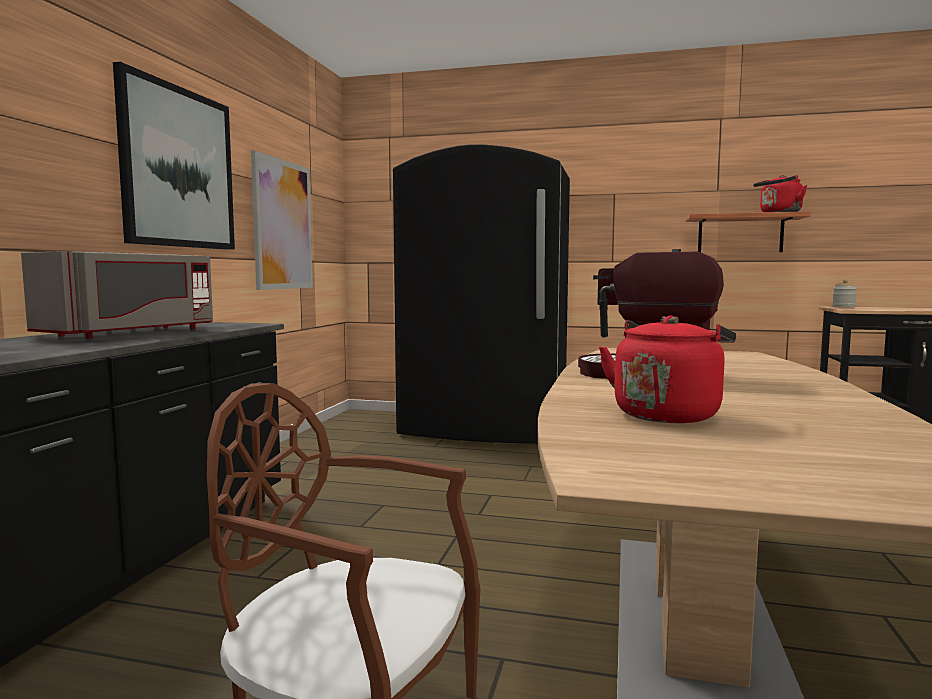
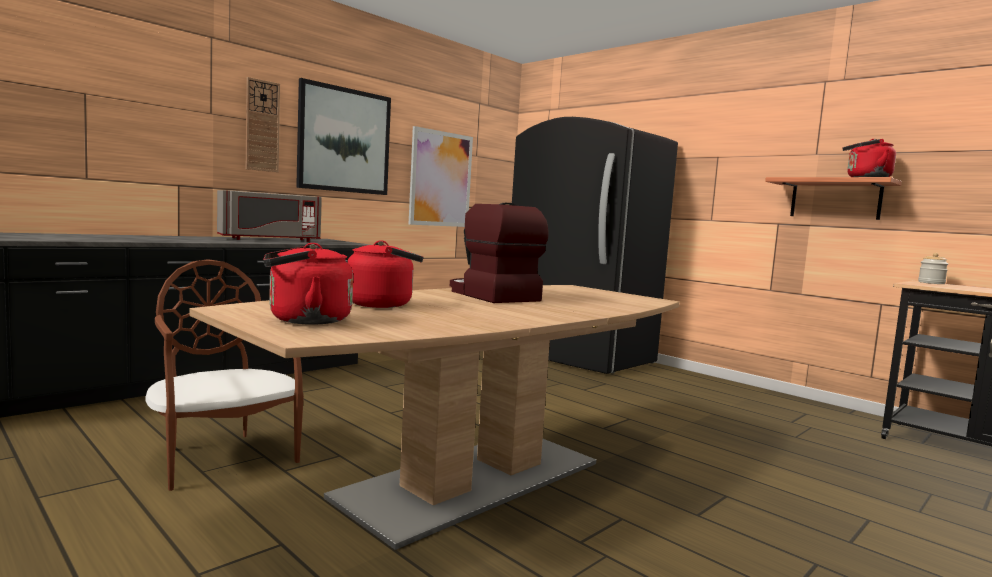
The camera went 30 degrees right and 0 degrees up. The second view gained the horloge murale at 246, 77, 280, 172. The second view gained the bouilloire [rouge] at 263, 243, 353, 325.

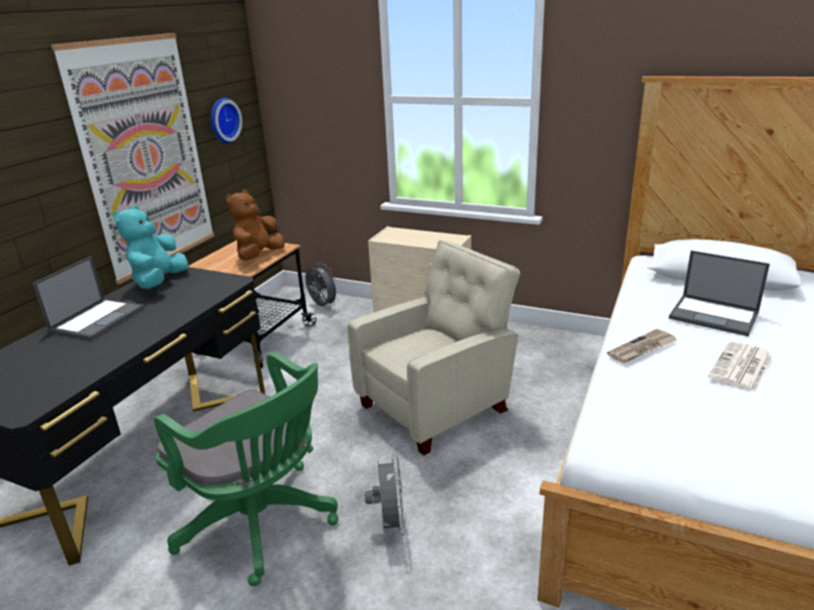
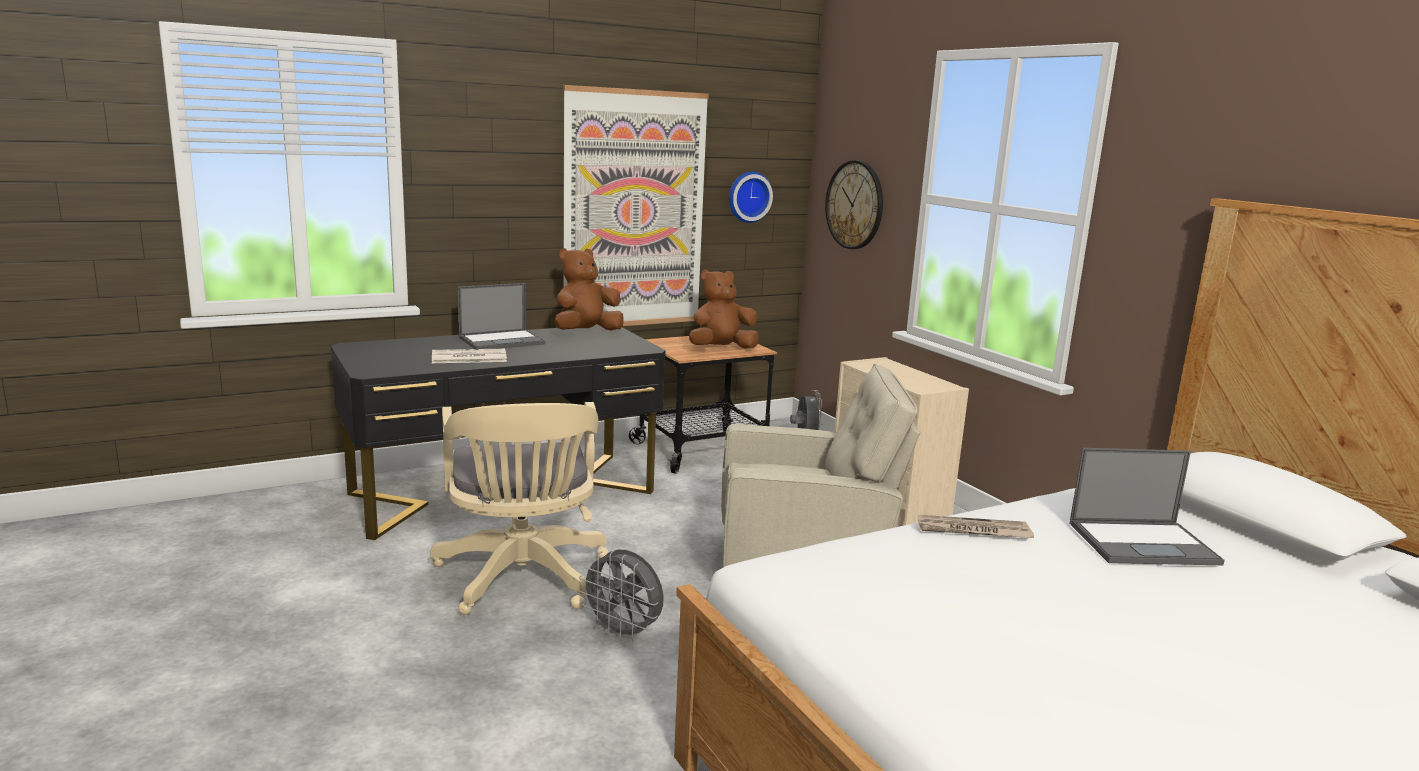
The camera went 35 degrees right and 10 degrees down. What was the chaise de bureau [vert] at 154, 352, 338, 586 turned into the chaise de bureau [beige] at 430, 402, 609, 615. The journal ended up elsewhere, having gone from 708, 341, 772, 392 to 432, 349, 507, 363. What was the peluche [turquoise] at 113, 205, 189, 289 turned into the peluche [marron] at 554, 248, 623, 331. The ventilateur [gris] at 365, 454, 405, 535 ended up facing another way, 90 degrees clockwise from before. The second view gained the horloge murale at 825, 160, 883, 249. The ordinateur portable at 669, 250, 770, 336 ended up facing another way, 75 degrees counterclockwise from before.

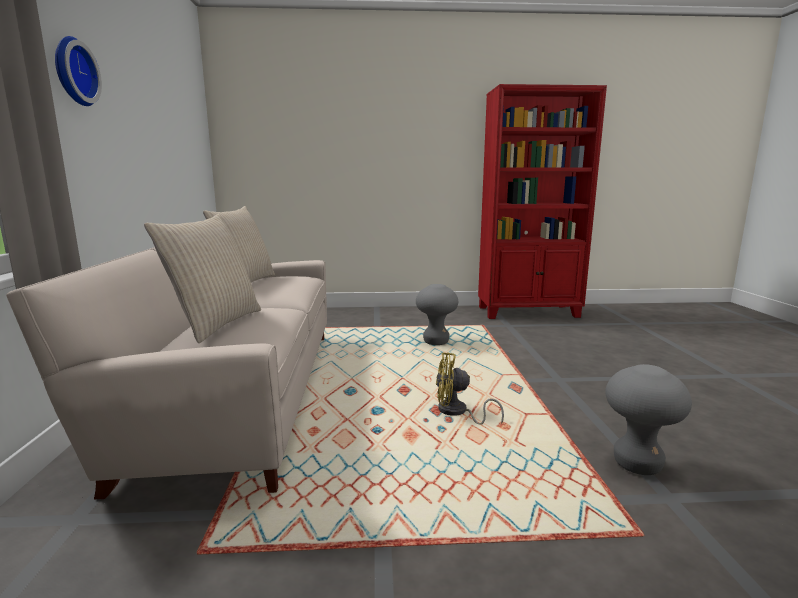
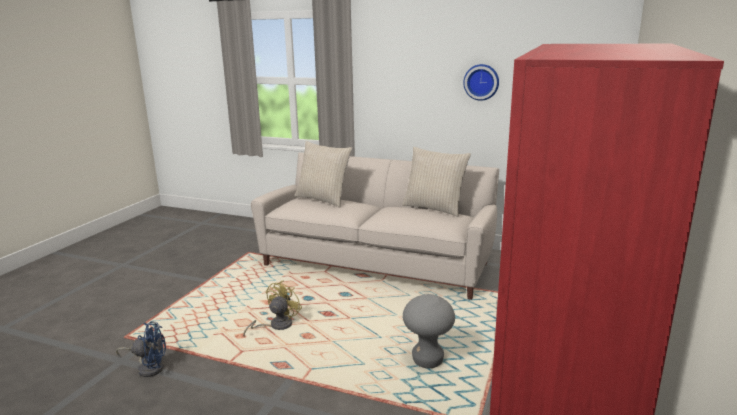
The camera went 115 degrees right and 5 degrees up. Where the tabouret [gris] stood at 605, 364, 692, 475, the ventilateur [bleu] came to stand at 116, 321, 166, 377. The horloge murale ended up elsewhere, having gone from 55, 36, 102, 106 to 463, 64, 499, 101.

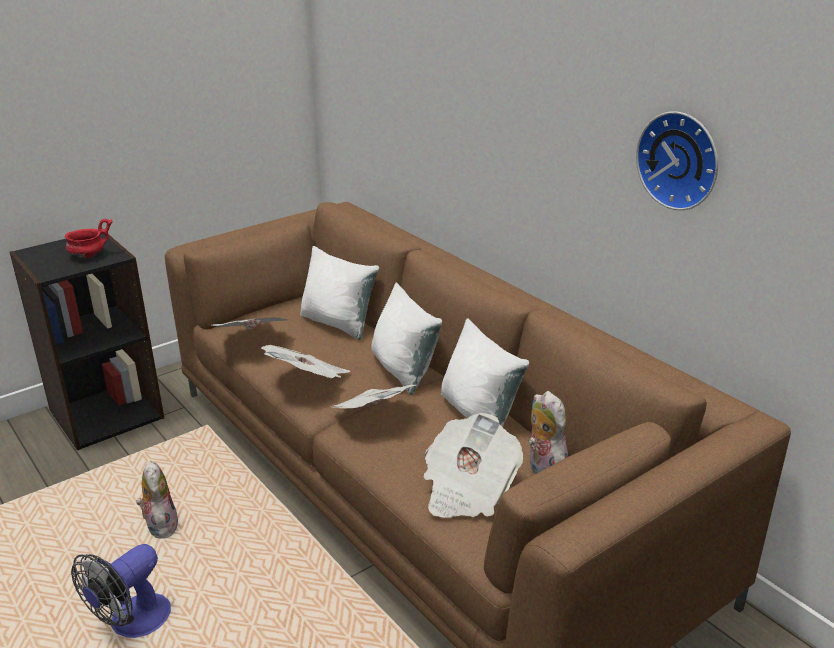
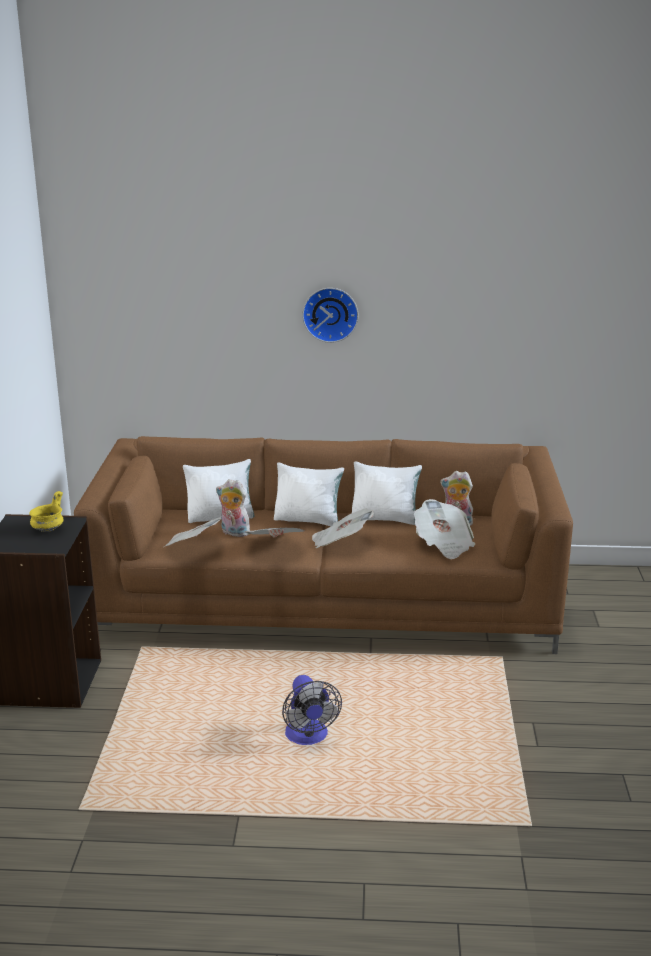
The camera went 50 degrees left and 5 degrees down. What was the bol [rouge] at 65, 219, 113, 258 turned into the bol [jaune] at 29, 491, 63, 532. The peluche ended up elsewhere, having gone from 136, 461, 178, 539 to 216, 479, 250, 537. The horloge murale ended up elsewhere, having gone from 636, 111, 718, 210 to 302, 288, 359, 343.

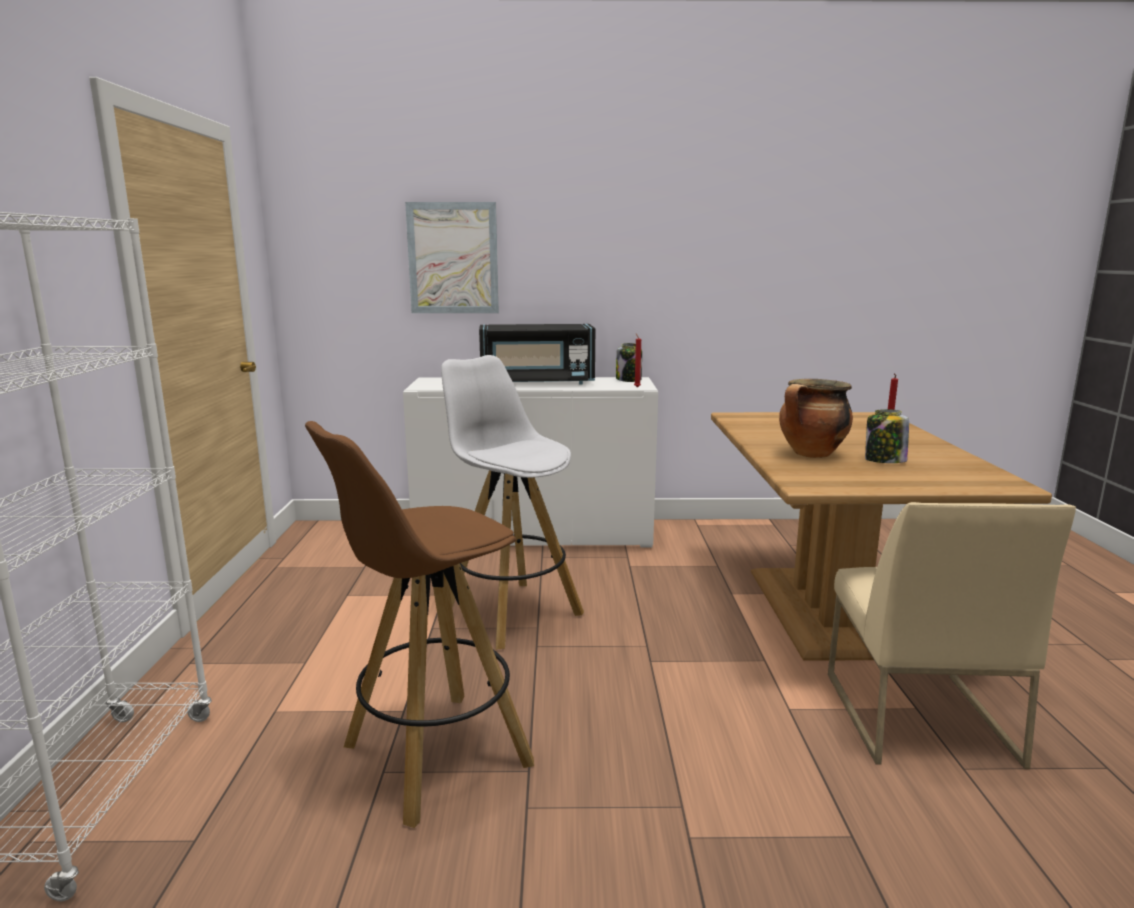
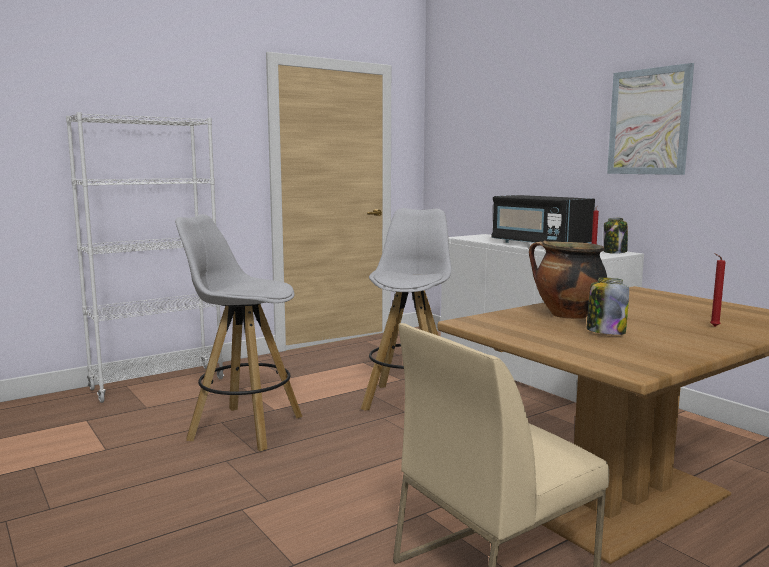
The camera went 55 degrees right and 5 degrees down. What was the tabouret [marron] at 305, 421, 534, 828 turned into the tabouret [blanc] at 175, 214, 303, 451. The tableau ended up elsewhere, having gone from 405, 202, 499, 313 to 607, 63, 694, 175.

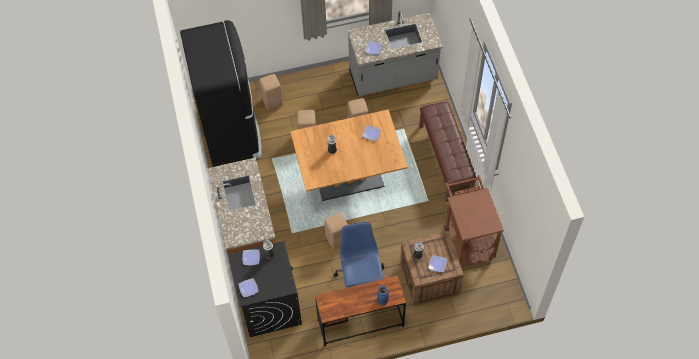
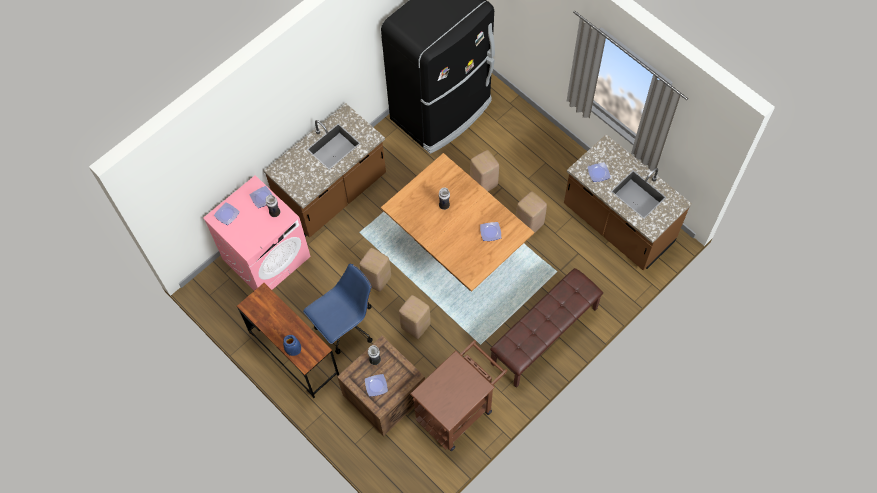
The camera went 60 degrees right and 5 degrees up. What was the lave-linge [noir] at 228, 241, 302, 337 turned into the lave-linge [rose] at 203, 175, 311, 291. The tabouret [beige] ended up elsewhere, having gone from 259, 74, 283, 110 to 399, 295, 431, 339. What was the comptoir de cuisine [gris] at 347, 11, 443, 96 turned into the comptoir de cuisine [marron] at 564, 134, 692, 270.

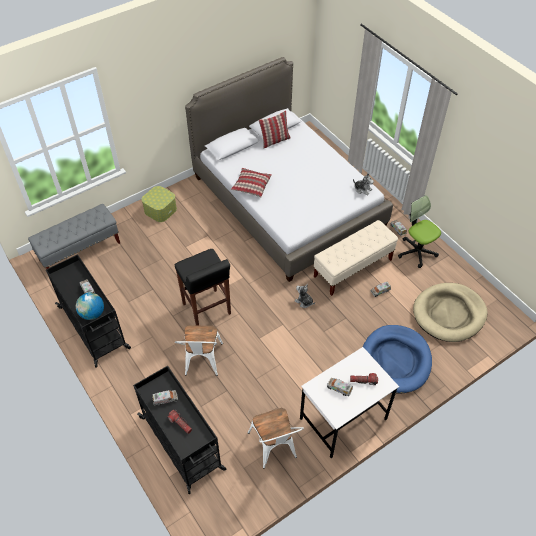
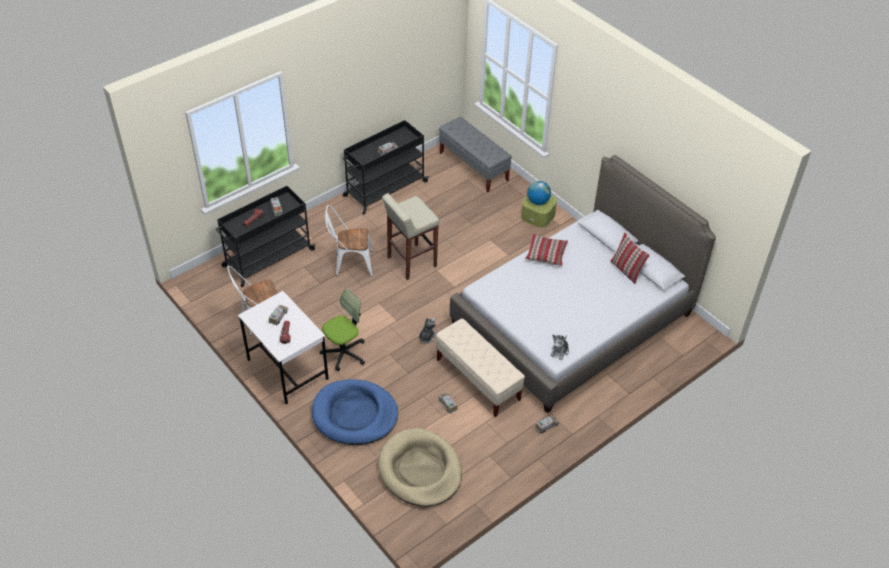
The camera went 85 degrees right and 5 degrees down. The chaise de bureau ended up elsewhere, having gone from 398, 195, 441, 268 to 320, 289, 365, 371. What was the tabouret [noir] at 175, 249, 231, 326 turned into the tabouret [beige] at 382, 193, 439, 280. The globe ended up elsewhere, having gone from 76, 293, 104, 320 to 527, 181, 551, 205.

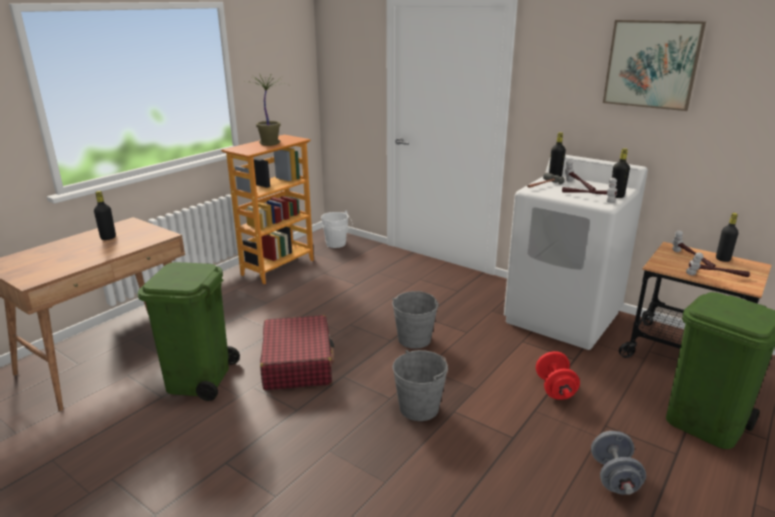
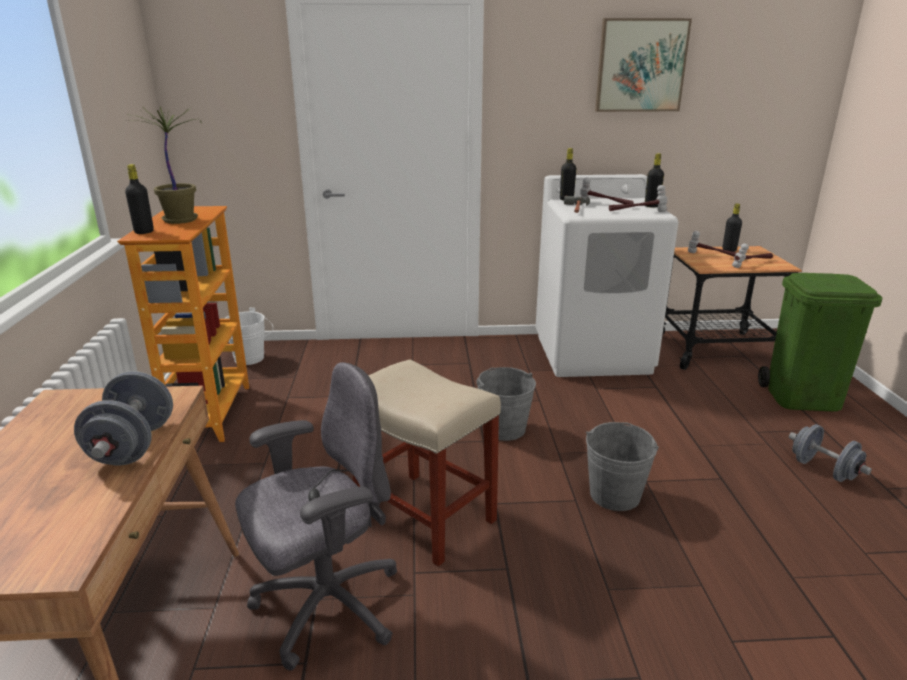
The camera went 40 degrees left and 0 degrees up. The second view gained the haltère [gris] at 74, 371, 173, 465. The bouteille [noir] ended up elsewhere, having gone from 94, 191, 116, 240 to 125, 164, 154, 234. Where the poubelle [vert] stood at 137, 262, 240, 401, the chaise de bureau [gris] came to stand at 235, 362, 397, 671. Where the valise [rouge] stood at 260, 315, 334, 390, the tabouret [beige] came to stand at 353, 359, 501, 567. The second view lost the haltère [rouge] at 536, 351, 580, 400.

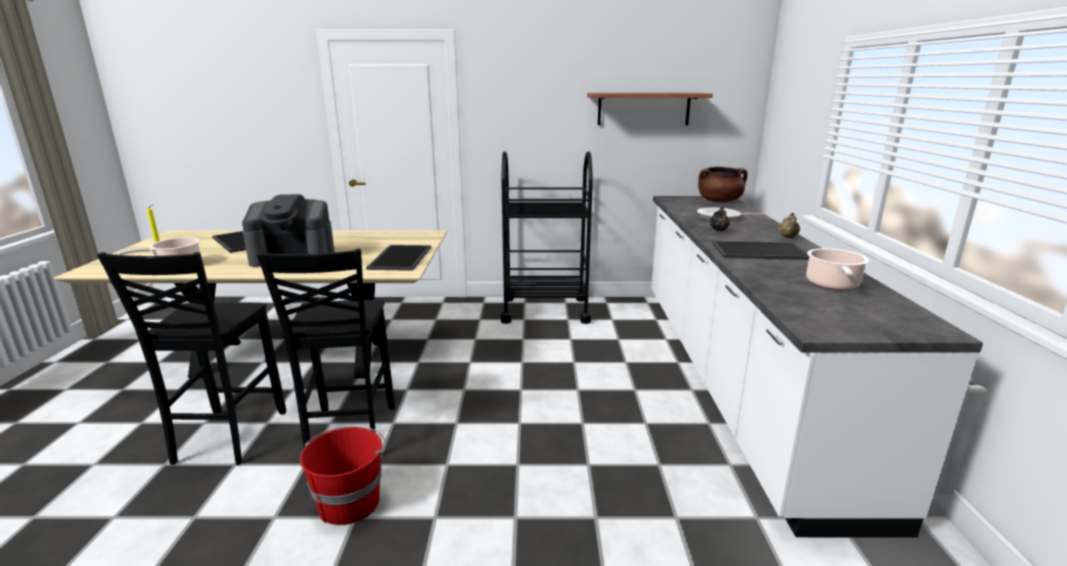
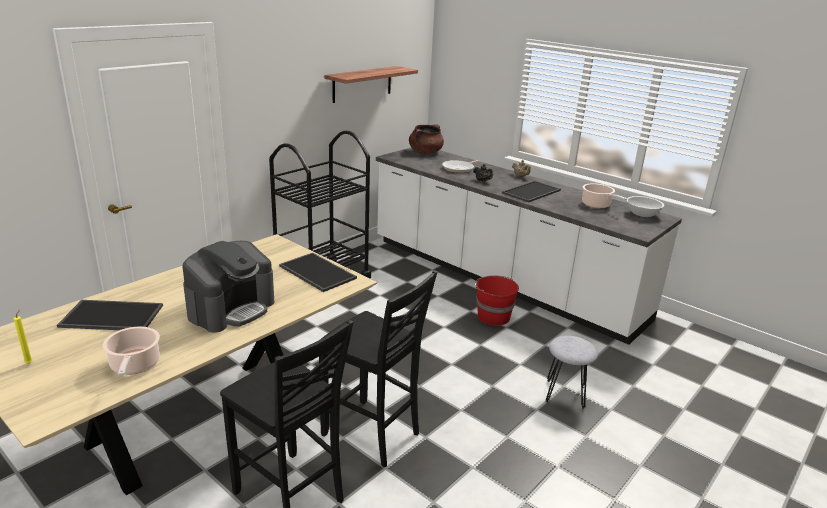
The camera went 50 degrees left and 5 degrees up. The seau [rouge] ended up elsewhere, having gone from 300, 426, 385, 525 to 474, 276, 519, 326. The second view gained the tabouret [gris] at 545, 336, 598, 409. The second view gained the bol [blanc] at 627, 196, 664, 217.

